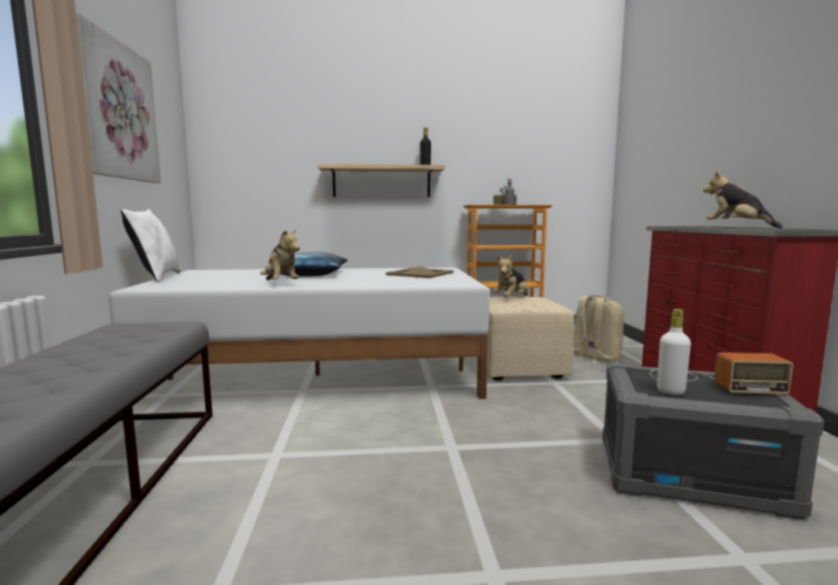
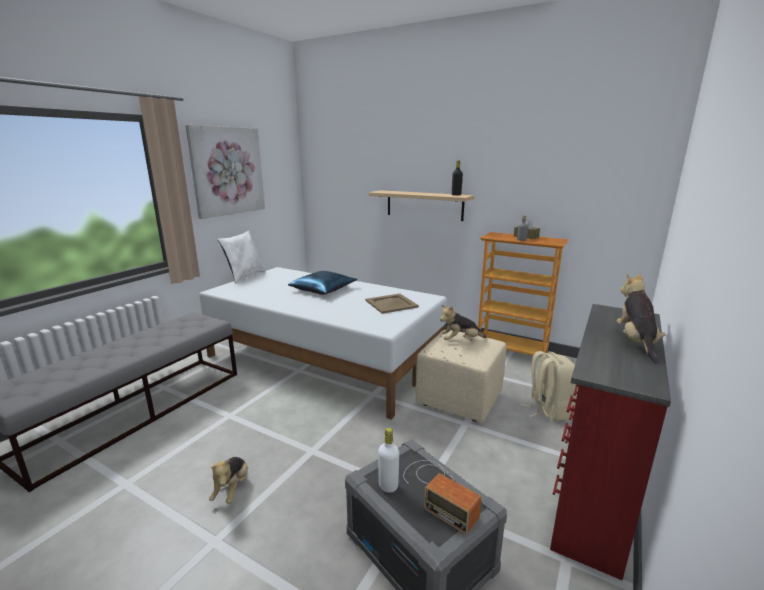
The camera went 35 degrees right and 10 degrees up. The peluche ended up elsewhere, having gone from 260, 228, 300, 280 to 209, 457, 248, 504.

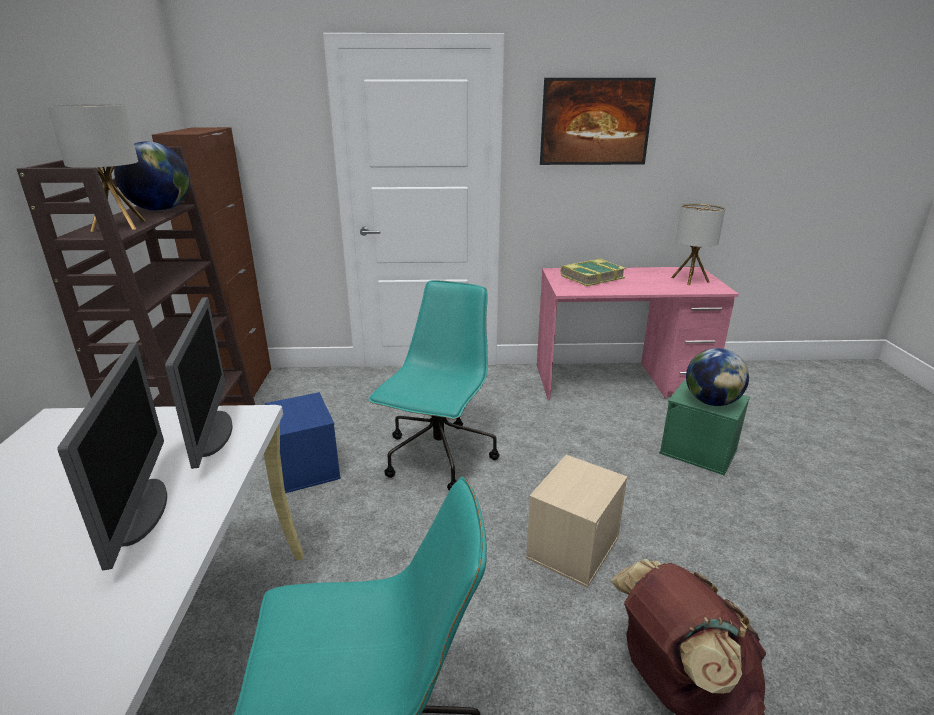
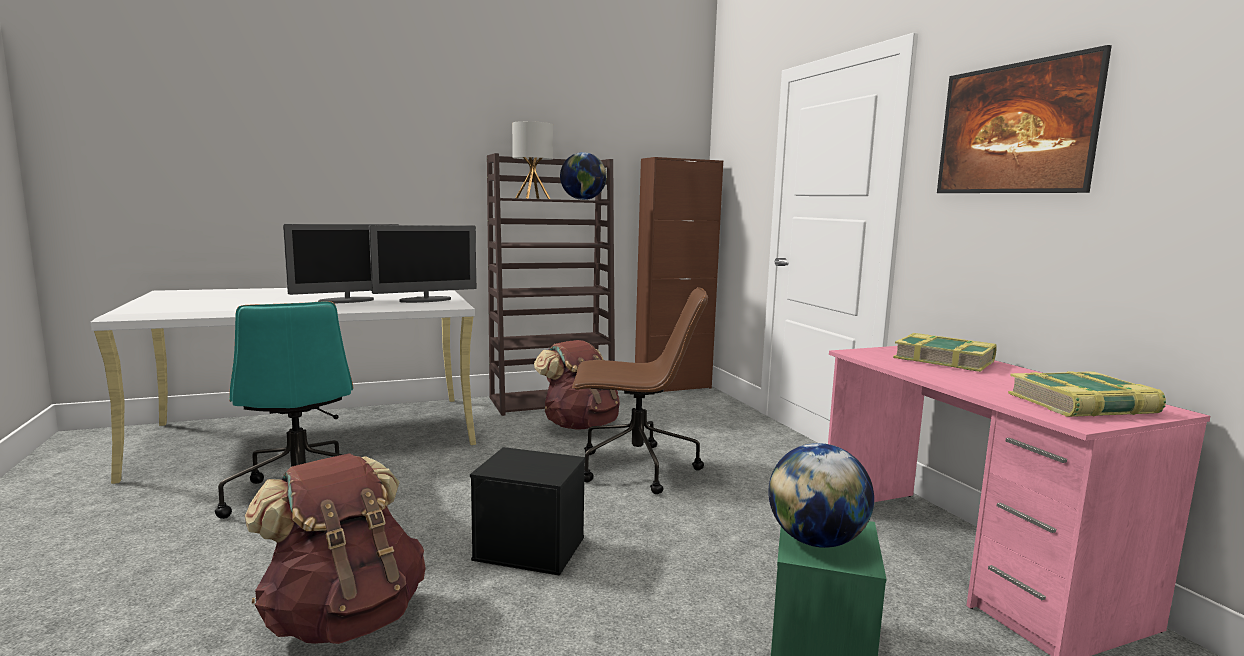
The camera went 70 degrees right and 15 degrees down. What was the boîte de rangement [beige] at 526, 455, 628, 588 turned into the boîte de rangement [noir] at 470, 447, 585, 576. Where the boîte de rangement [bleu] stood at 264, 392, 341, 493, the sac à dos [marron] came to stand at 534, 340, 620, 430. What was the chaise de bureau [turquoise] at 368, 280, 500, 491 turned into the chaise de bureau [marron] at 572, 287, 708, 494. Where the lampe de table stood at 671, 203, 725, 285, the livre came to stand at 1008, 371, 1166, 417.

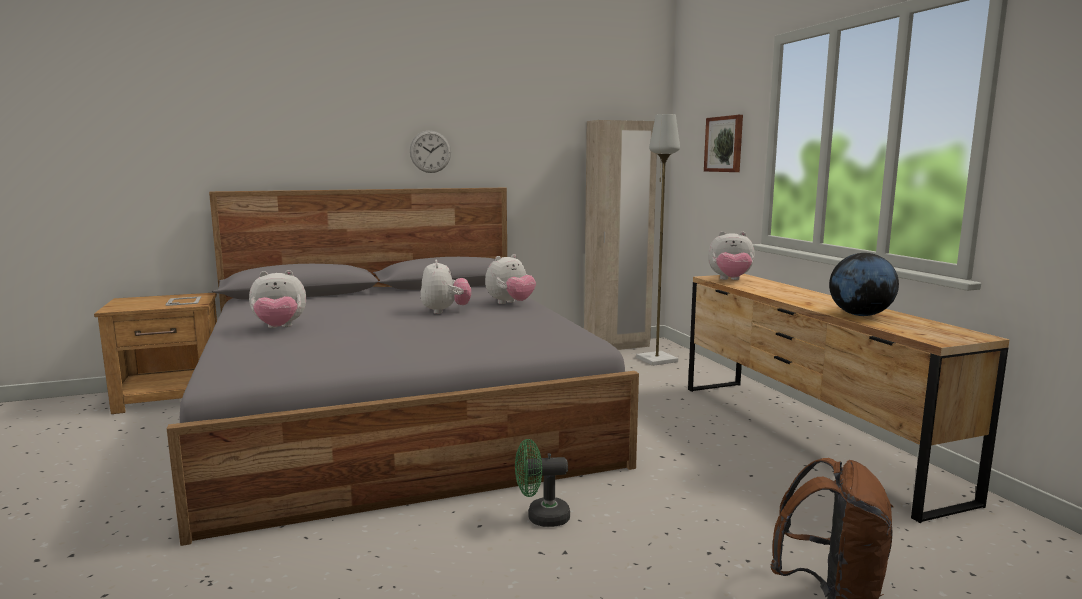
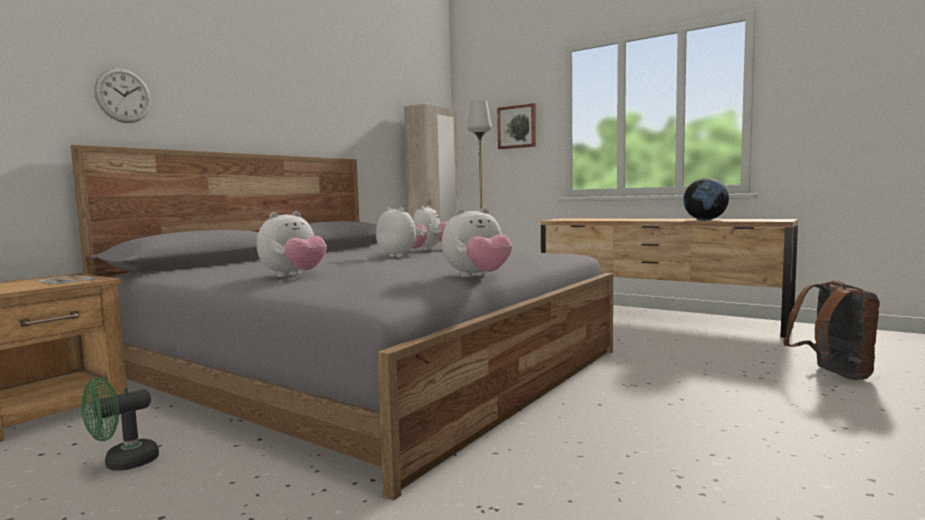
The camera went 35 degrees left and 5 degrees down. The ventilateur [vert] ended up elsewhere, having gone from 515, 439, 570, 527 to 81, 377, 159, 471. The horloge murale ended up elsewhere, having gone from 410, 130, 451, 173 to 94, 68, 151, 123. The peluche ended up elsewhere, having gone from 708, 231, 755, 280 to 442, 208, 512, 277.

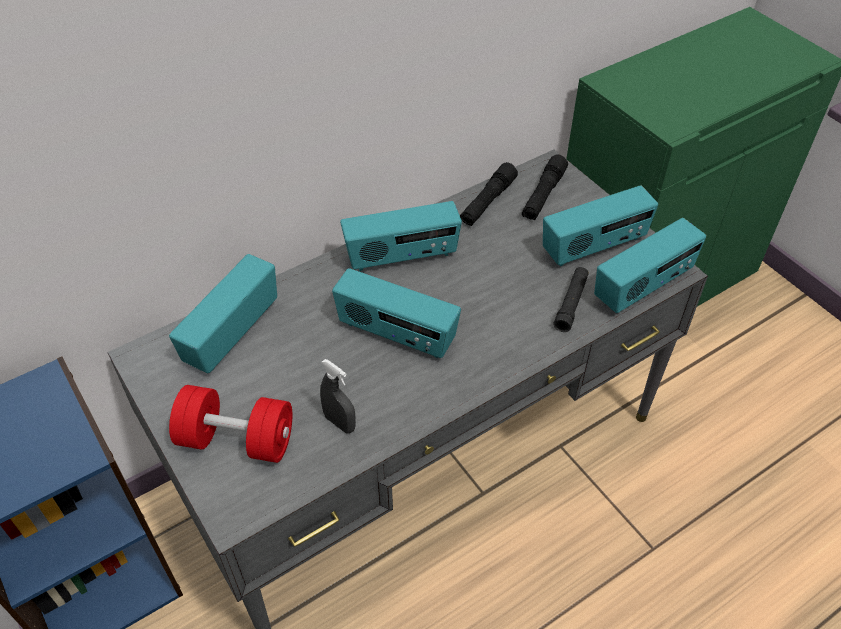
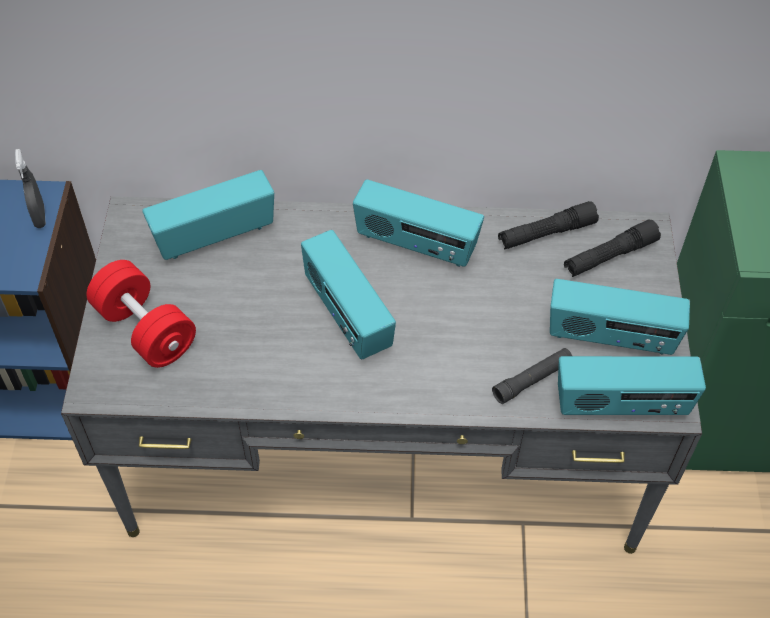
The camera went 35 degrees right and 5 degrees up. The vaporisateur [gris] ended up elsewhere, having gone from 320, 359, 356, 433 to 15, 149, 46, 228.

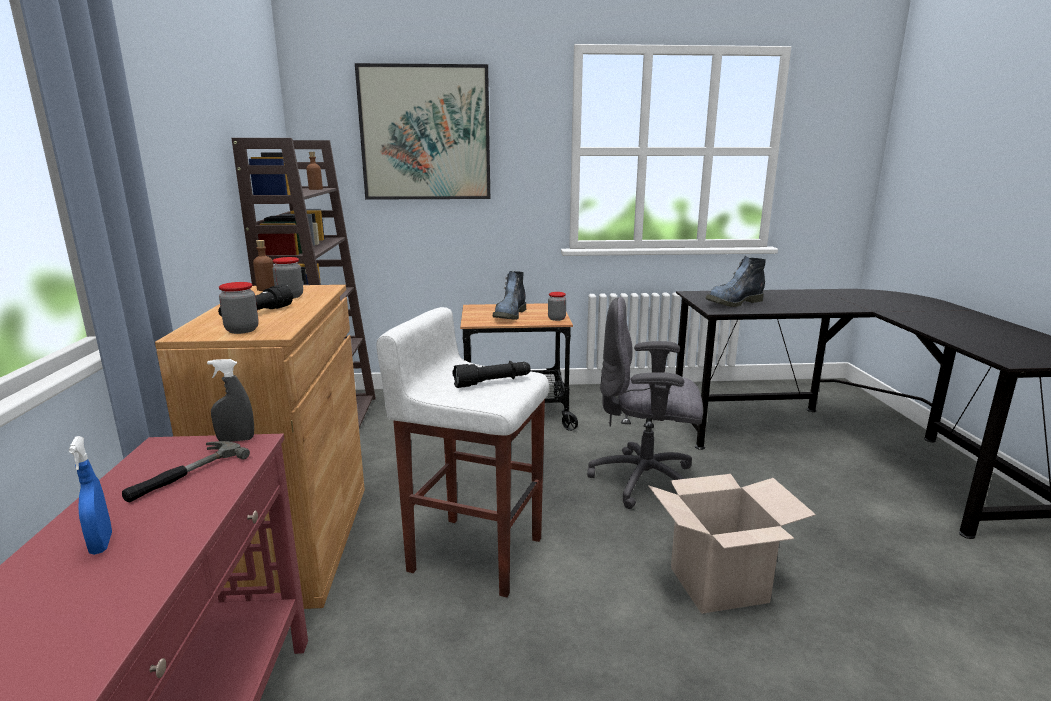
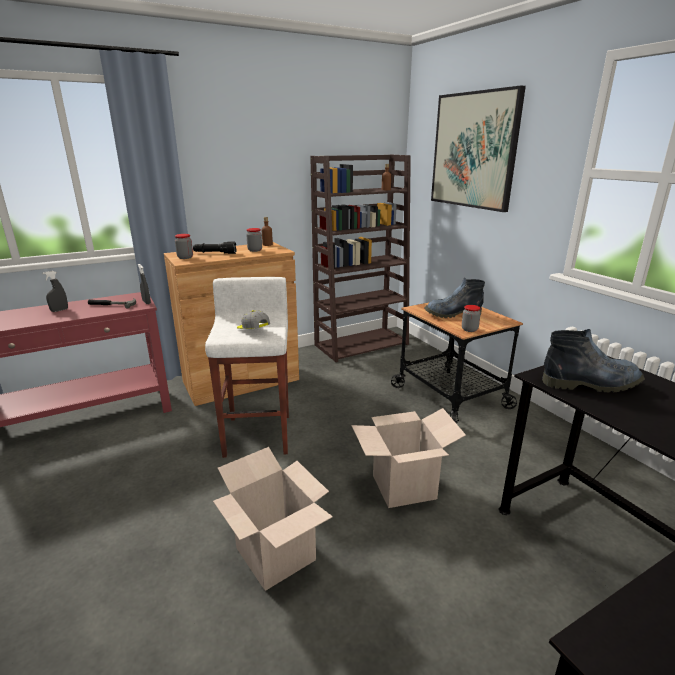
The camera went 65 degrees right and 5 degrees up. What was the vaporisateur [bleu] at 69, 436, 112, 555 turned into the vaporisateur [gris] at 42, 271, 68, 312. Where the lampe de poche [noir] stood at 453, 361, 530, 388, the casquette came to stand at 237, 310, 270, 329. Where the chaise de bureau [gris] stood at 587, 297, 703, 509, the carton came to stand at 351, 408, 466, 508. The botte at 706, 256, 766, 307 ended up facing another way, 150 degrees clockwise from before.

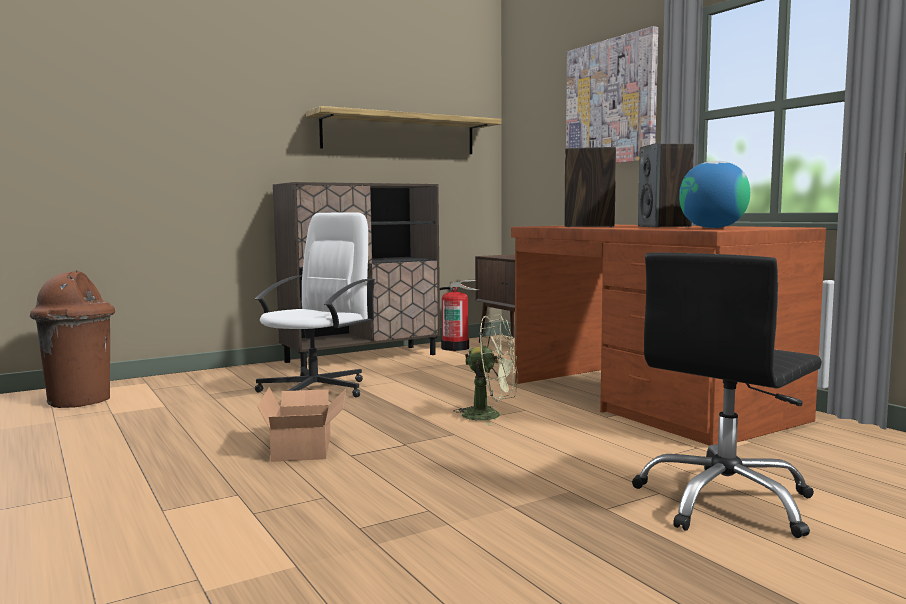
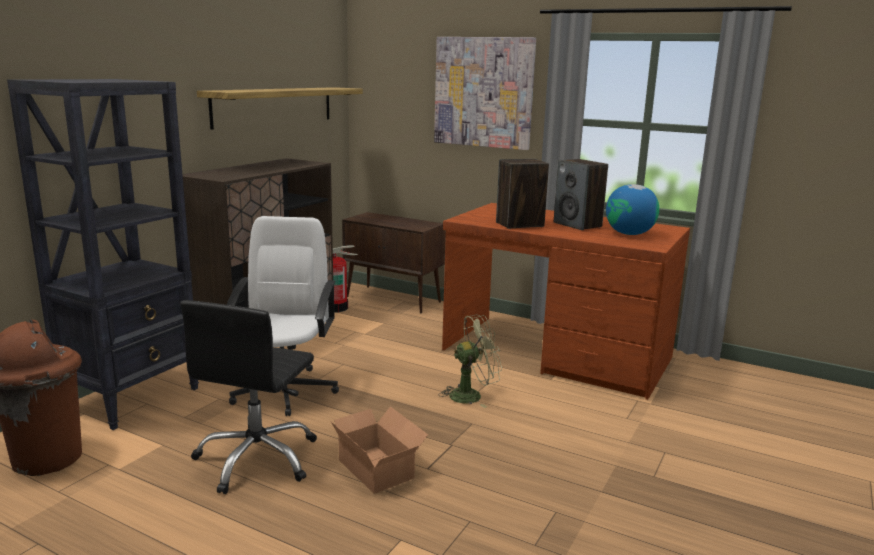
The camera went 30 degrees left and 10 degrees up. The second view gained the bibliothèque [noir] at 7, 79, 199, 430. The chaise de bureau [noir] ended up elsewhere, having gone from 632, 253, 822, 538 to 180, 300, 317, 494.

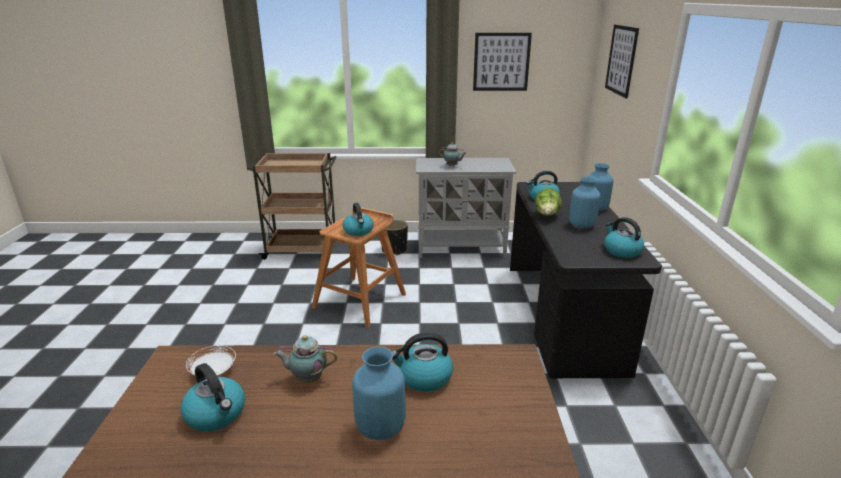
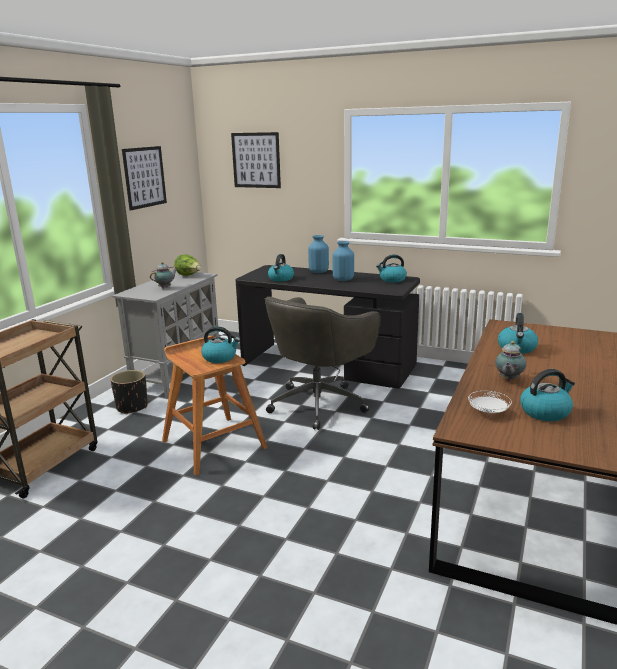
The camera went 65 degrees left and 5 degrees down. The laitue ended up elsewhere, having gone from 535, 188, 562, 216 to 174, 255, 201, 276. The second view gained the chaise de bureau [gris] at 265, 297, 381, 430. The second view lost the vase [bleu] at 352, 347, 406, 440.

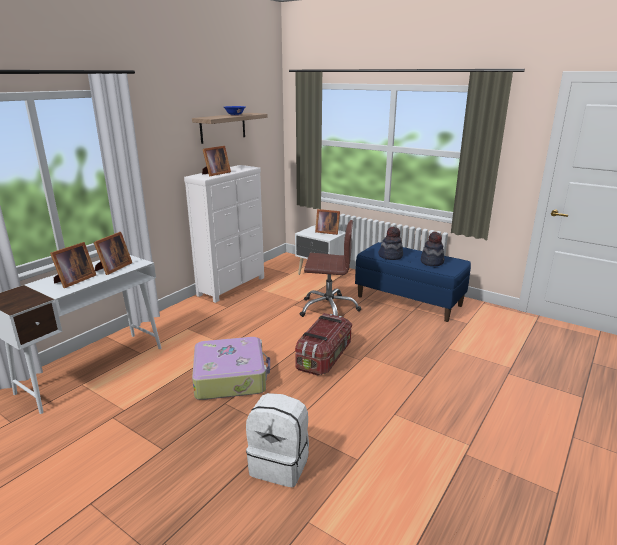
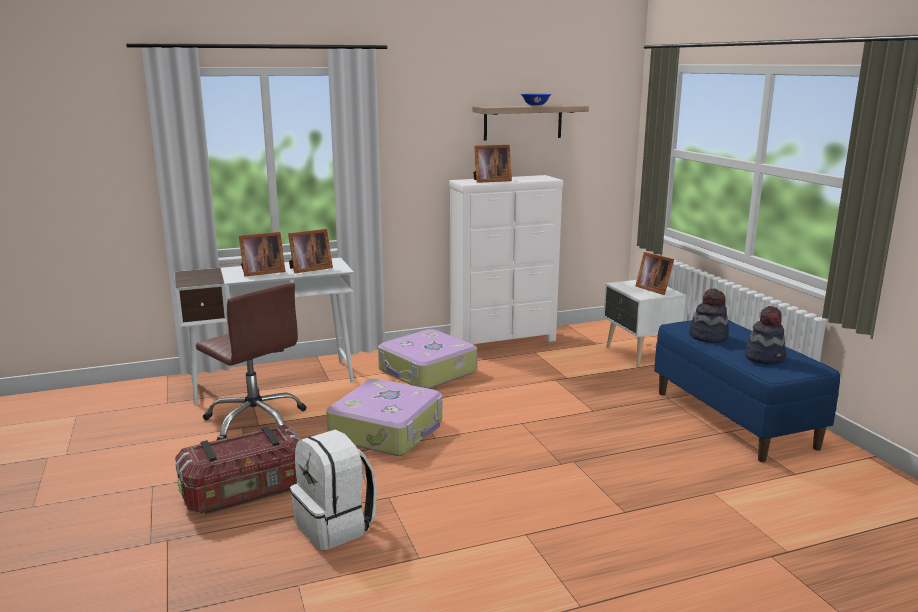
The camera went 35 degrees right and 5 degrees down. The boîte de rangement ended up elsewhere, having gone from 295, 313, 352, 375 to 175, 425, 301, 514. The chaise de bureau [marron] ended up elsewhere, having gone from 300, 220, 361, 317 to 196, 283, 306, 440. The second view gained the valise at 378, 329, 477, 389.

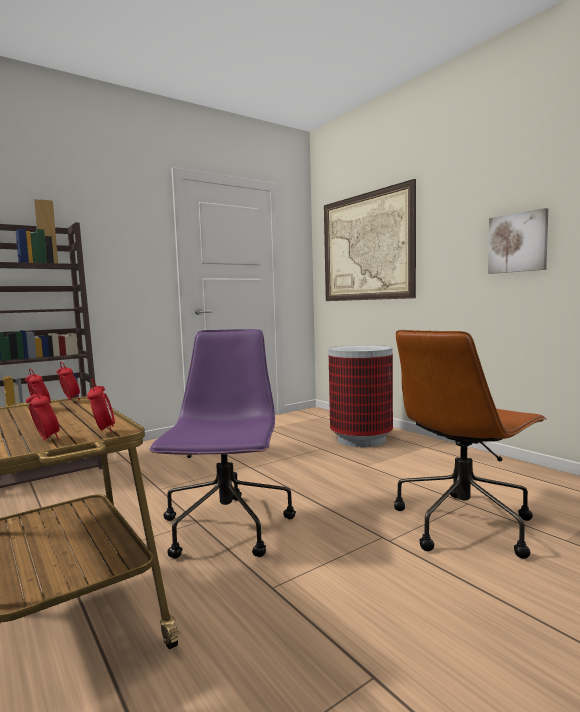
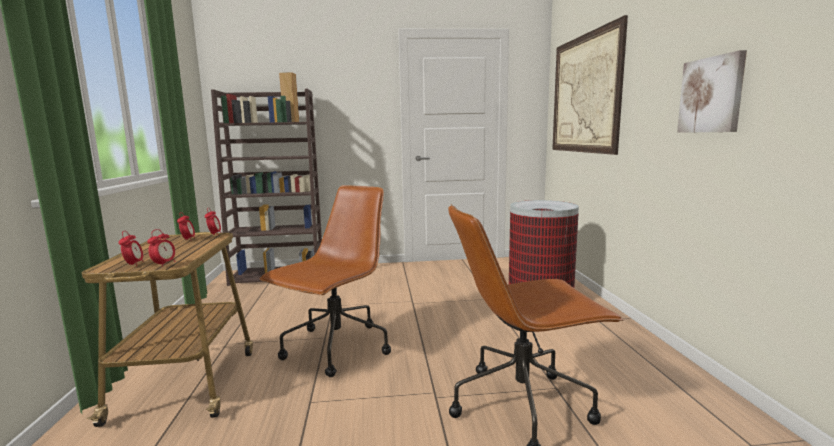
The camera went 30 degrees right and 5 degrees up. What was the chaise de bureau [violet] at 150, 329, 296, 559 turned into the chaise de bureau [marron] at 259, 185, 391, 377.

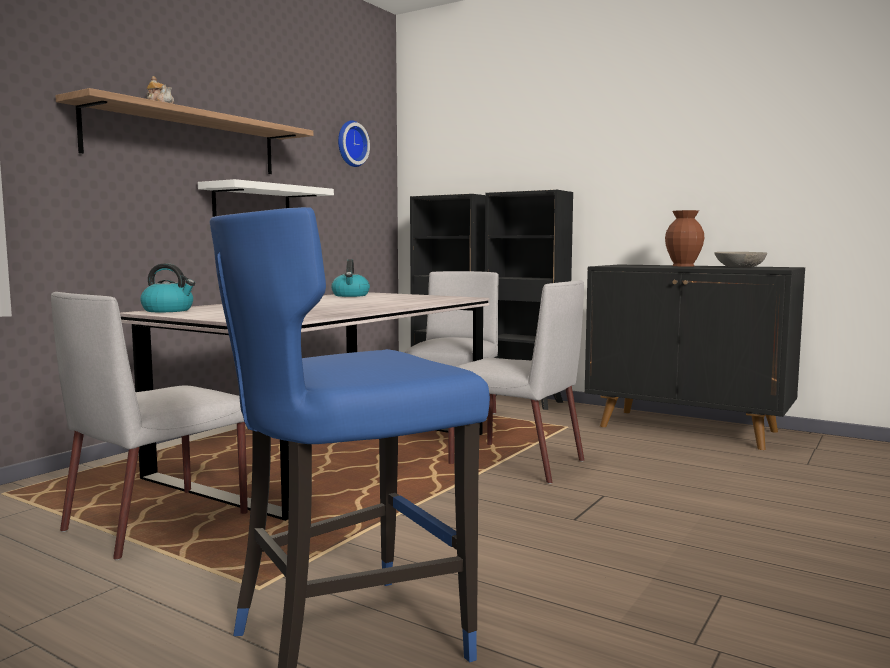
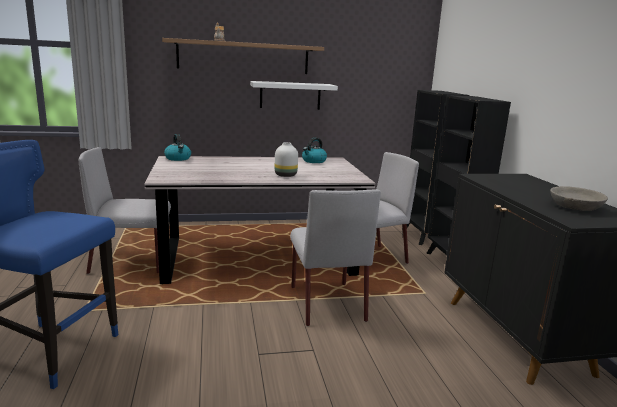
The camera went 45 degrees right and 10 degrees up. The second view gained the vase [blanc] at 275, 142, 298, 177. The second view lost the horloge murale at 338, 120, 370, 167. The second view lost the vase [marron] at 665, 210, 704, 266.

